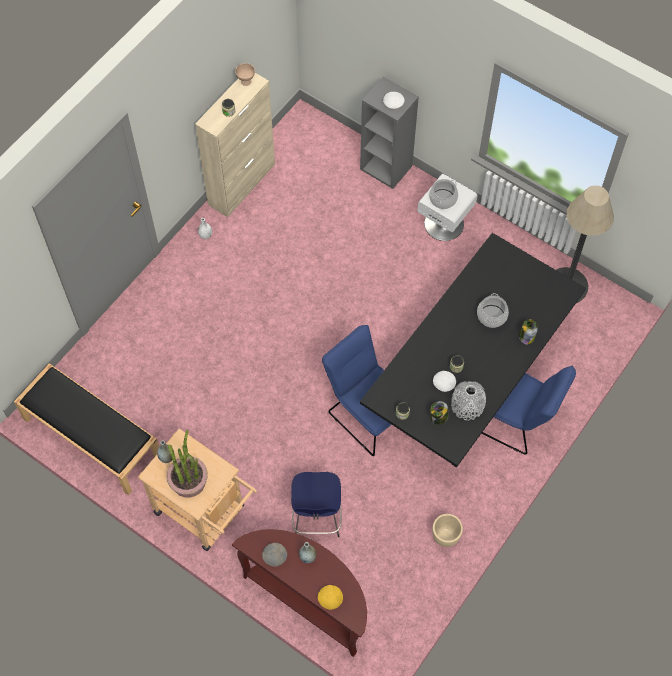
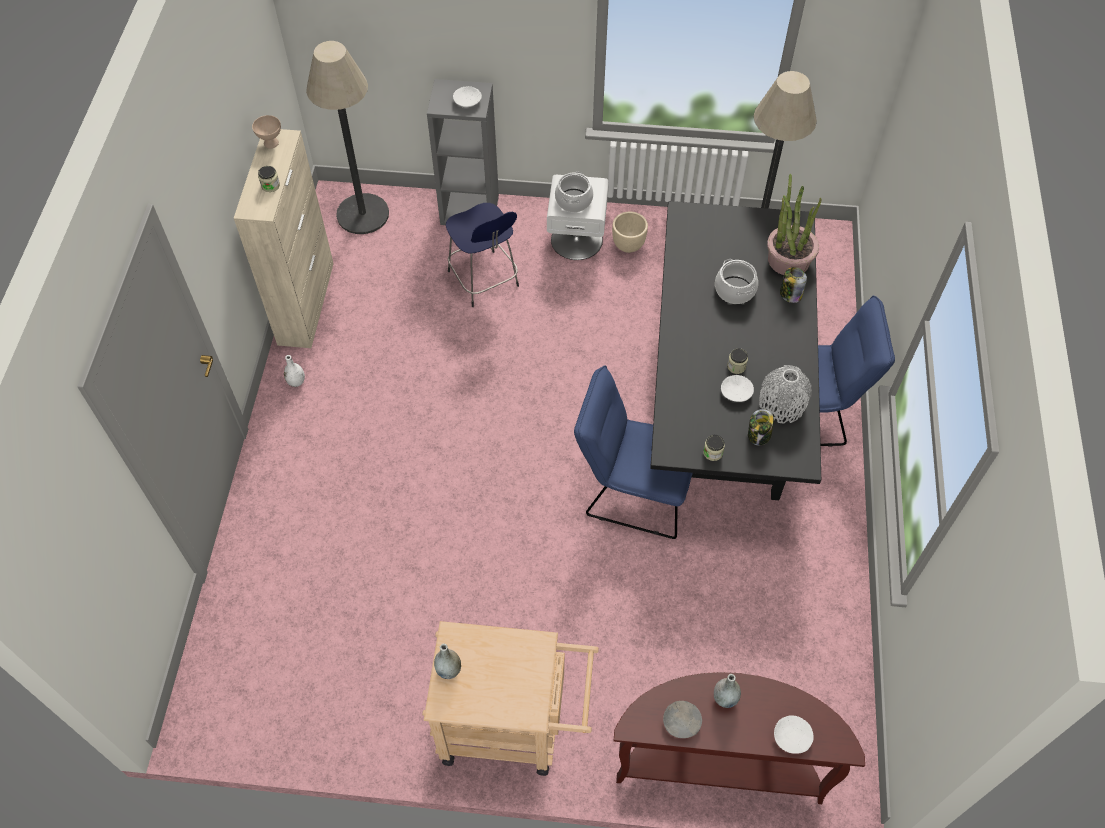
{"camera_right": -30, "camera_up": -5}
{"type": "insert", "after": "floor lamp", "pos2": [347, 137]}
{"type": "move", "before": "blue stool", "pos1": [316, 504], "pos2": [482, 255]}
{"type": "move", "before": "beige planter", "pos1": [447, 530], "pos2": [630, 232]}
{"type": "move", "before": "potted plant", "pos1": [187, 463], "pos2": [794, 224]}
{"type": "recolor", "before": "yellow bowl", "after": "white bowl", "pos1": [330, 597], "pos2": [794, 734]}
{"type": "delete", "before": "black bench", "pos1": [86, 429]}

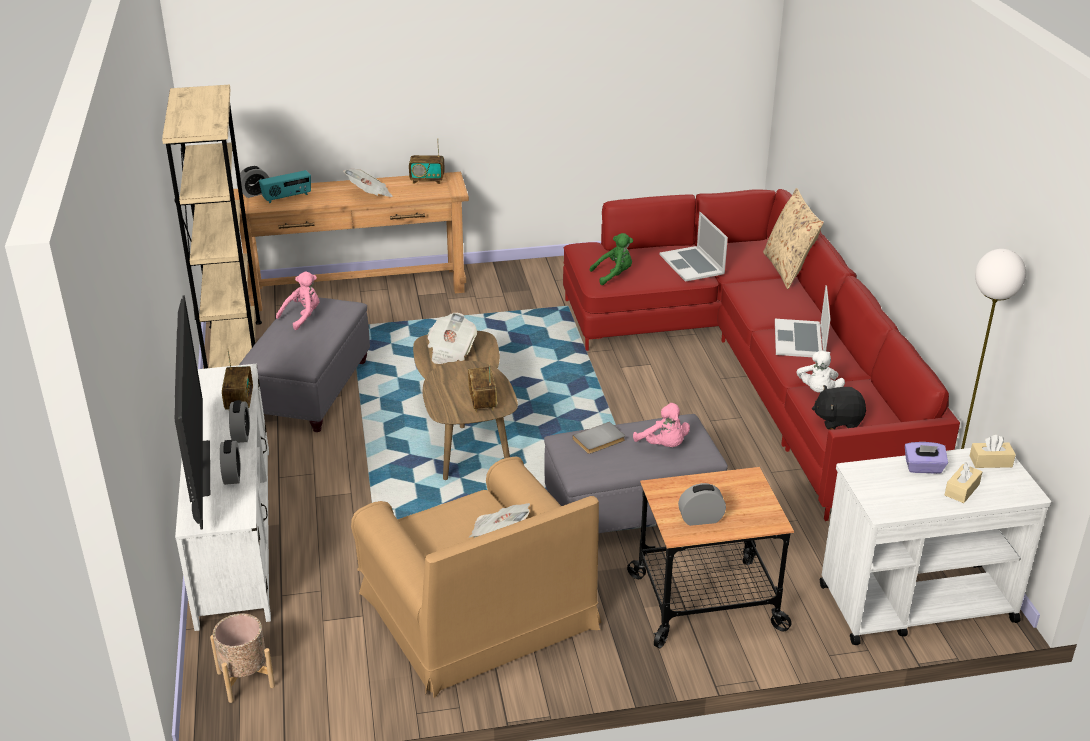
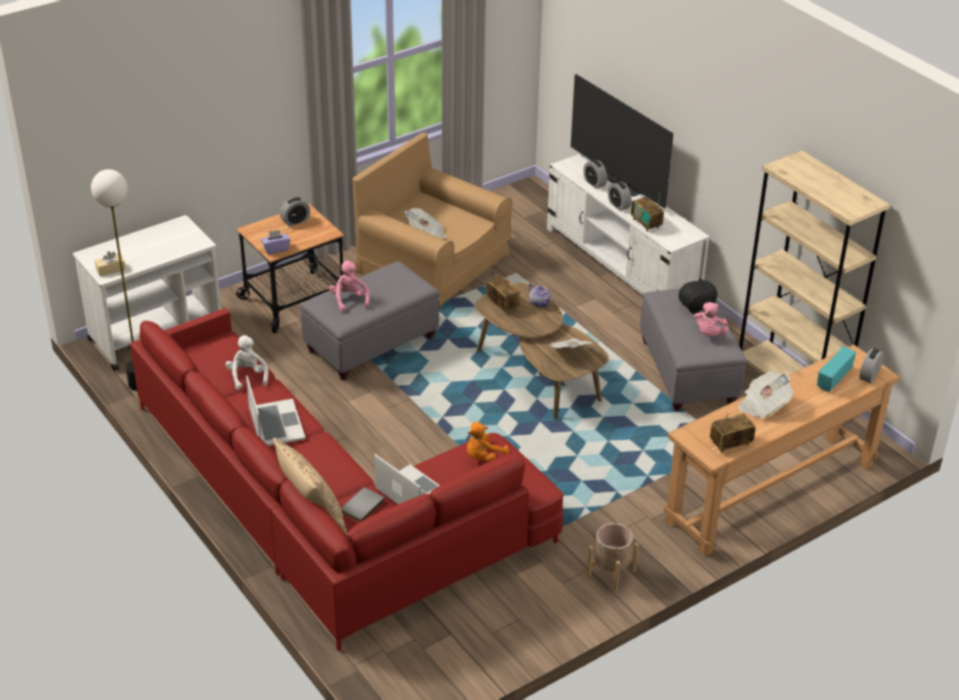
{"camera_right": 155, "camera_up": 5}
{"type": "move", "before": "purple tissue box", "pos1": [926, 458], "pos2": [275, 242]}
{"type": "rotate", "before": "pink plush toy", "pos1": [661, 425], "pos2": [349, 286], "turn": 45}
{"type": "move", "before": "grey book", "pos1": [598, 438], "pos2": [363, 504]}
{"type": "recolor", "before": "green plush toy", "after": "orange plush toy", "pos1": [611, 259], "pos2": [488, 442]}
{"type": "insert", "after": "teapot", "pos2": [540, 295]}
{"type": "move", "before": "beige planter", "pos1": [242, 658], "pos2": [613, 557]}
{"type": "move", "before": "black plush toy", "pos1": [839, 407], "pos2": [698, 295]}
{"type": "delete", "before": "beige tissue box", "pos1": [963, 482]}

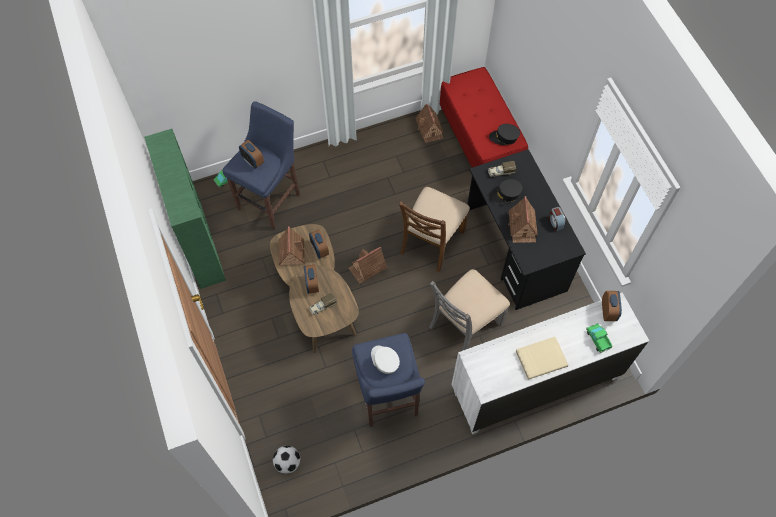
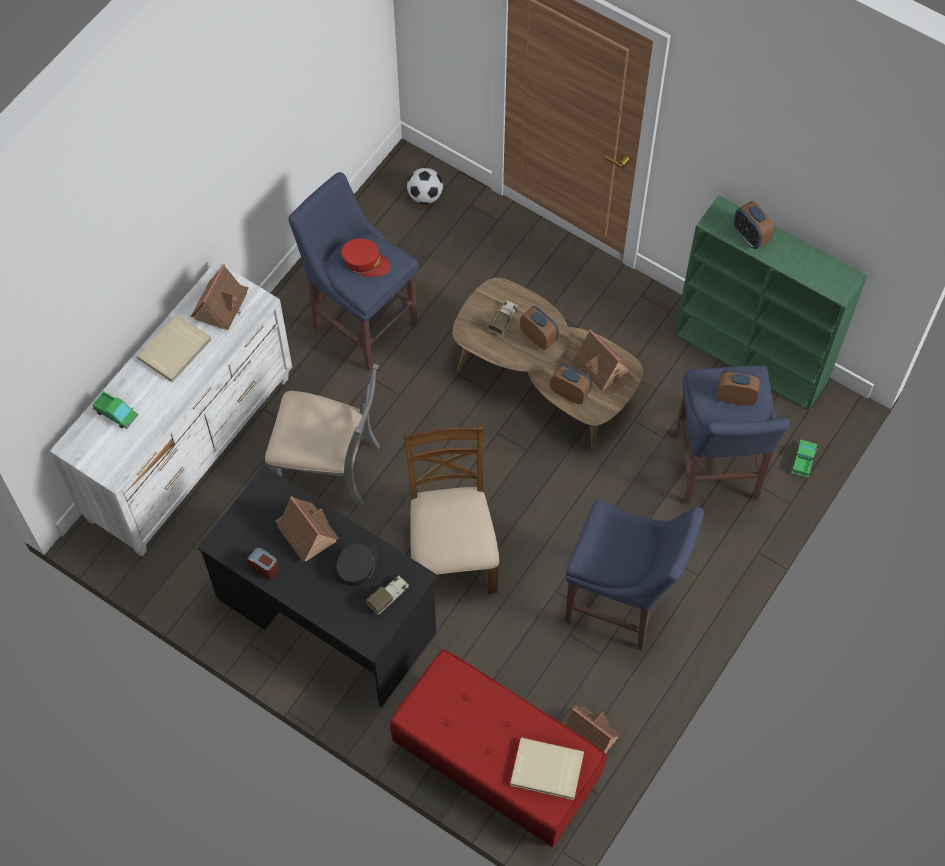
{"camera_right": 145, "camera_up": 0}
{"type": "move", "before": "toy house", "pos1": [367, 265], "pos2": [219, 297]}
{"type": "rotate", "before": "grey chair", "pos1": [469, 310], "pos2": [322, 435], "turn": 90}
{"type": "recolor", "before": "white cap", "after": "red cap", "pos1": [385, 360], "pos2": [366, 258]}
{"type": "insert", "after": "beige book", "pos2": [547, 768]}
{"type": "insert", "after": "blue stool", "pos2": [634, 575]}
{"type": "move", "before": "alarm clock", "pos1": [612, 306], "pos2": [754, 225]}
{"type": "delete", "before": "black cap", "pos1": [504, 134]}

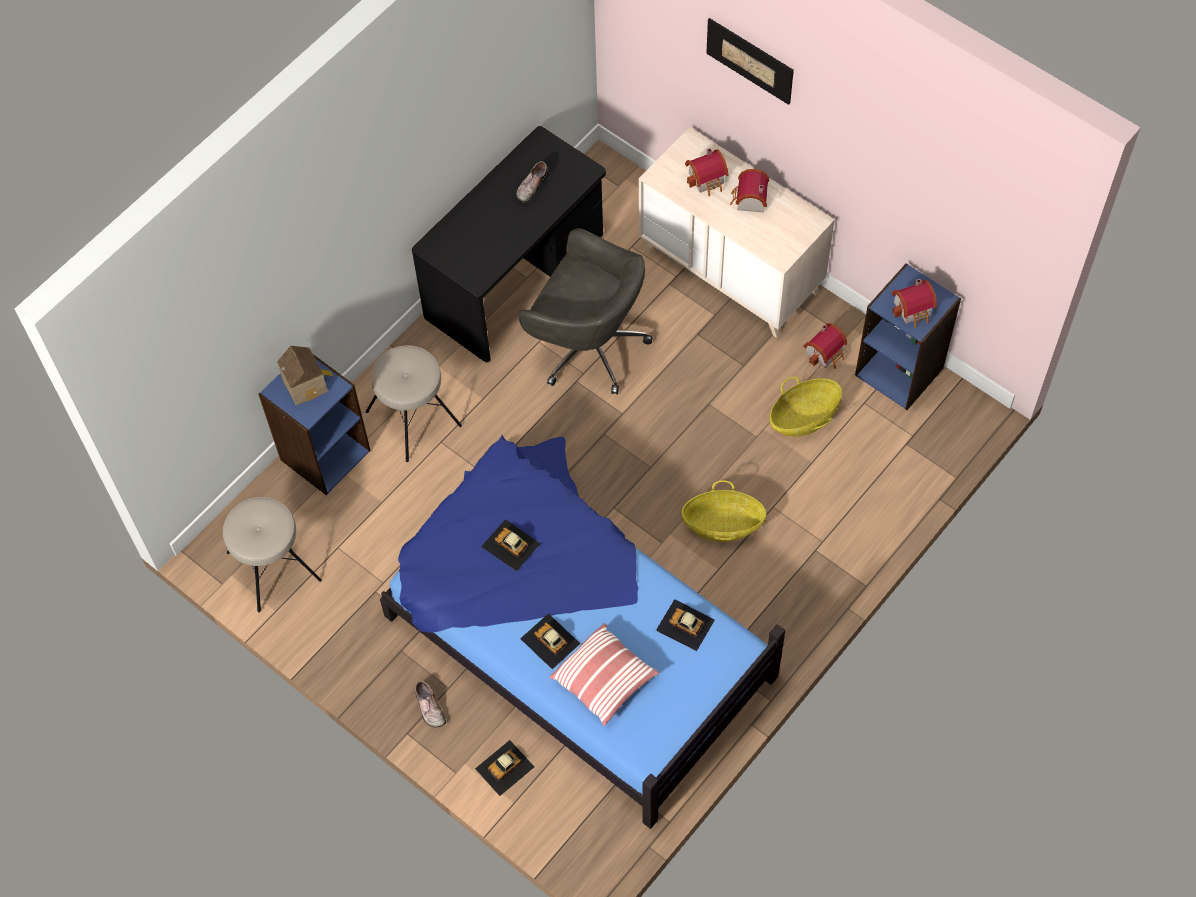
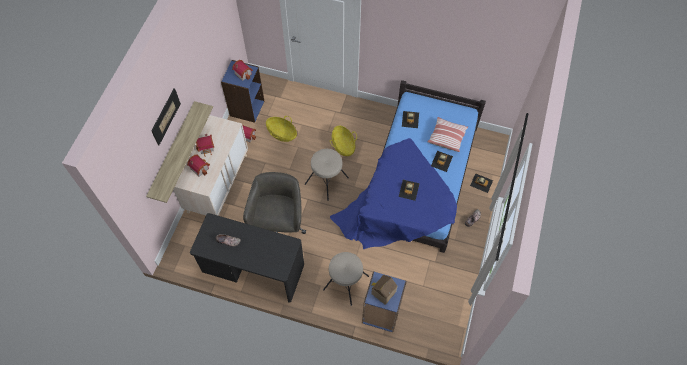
{"camera_right": -115, "camera_up": 0}
{"type": "insert", "after": "shelf", "pos2": [179, 152]}
{"type": "move", "before": "beige stool", "pos1": [272, 554], "pos2": [327, 175]}

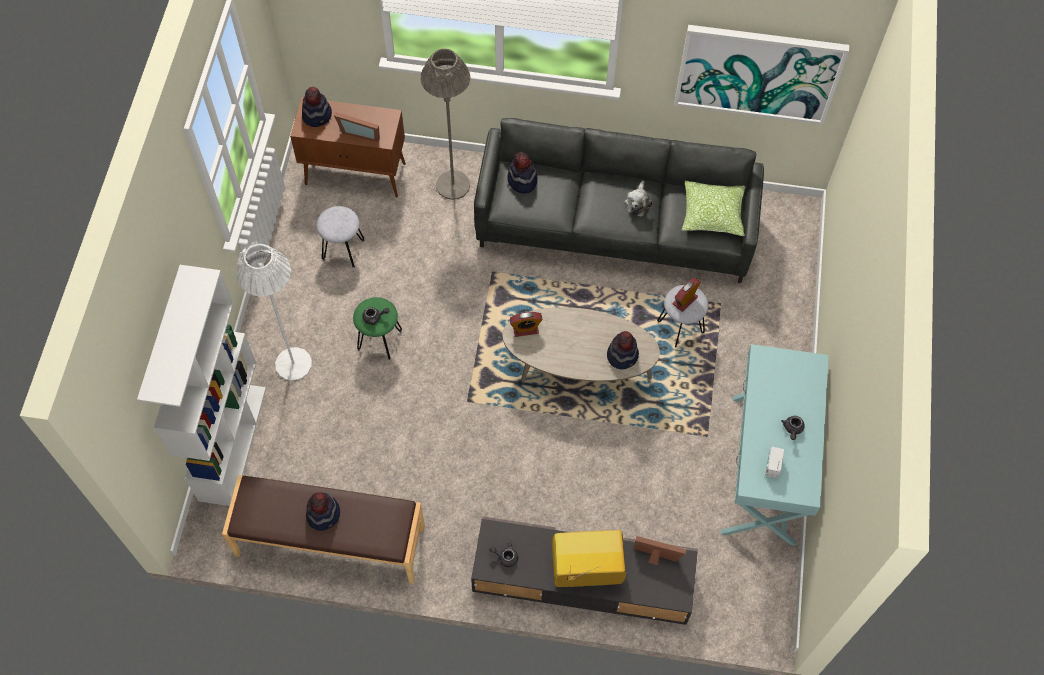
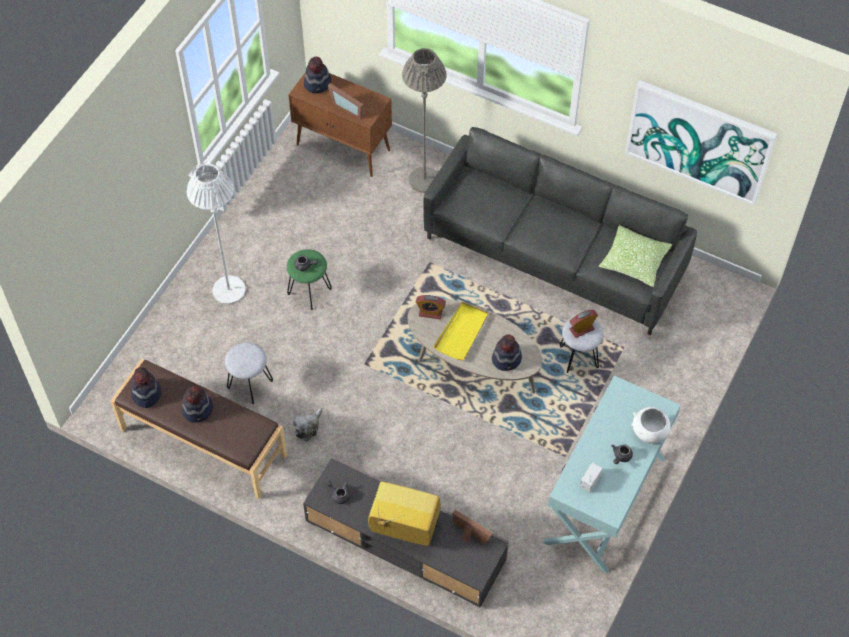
{"camera_right": 20, "camera_up": -5}
{"type": "move", "before": "hat", "pos1": [522, 172], "pos2": [146, 387]}
{"type": "move", "before": "grey stool", "pos1": [340, 237], "pos2": [249, 373]}
{"type": "move", "before": "plush toy", "pos1": [638, 198], "pos2": [307, 425]}
{"type": "insert", "after": "yellow tray", "pos2": [460, 331]}
{"type": "insert", "after": "white bowl", "pos2": [650, 425]}
{"type": "delete", "before": "white bookcase", "pos1": [201, 385]}

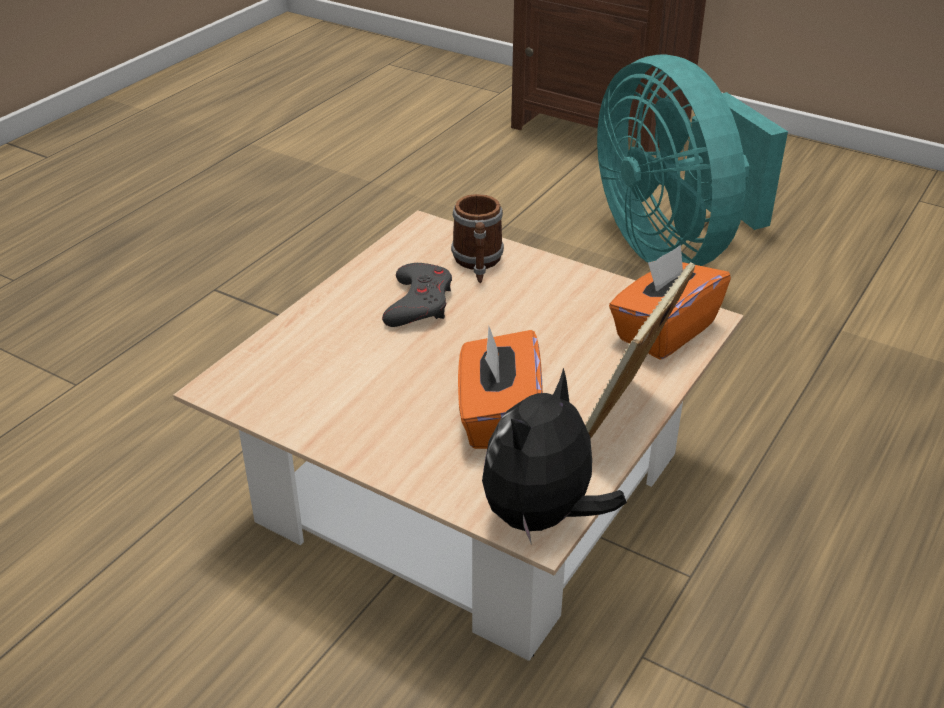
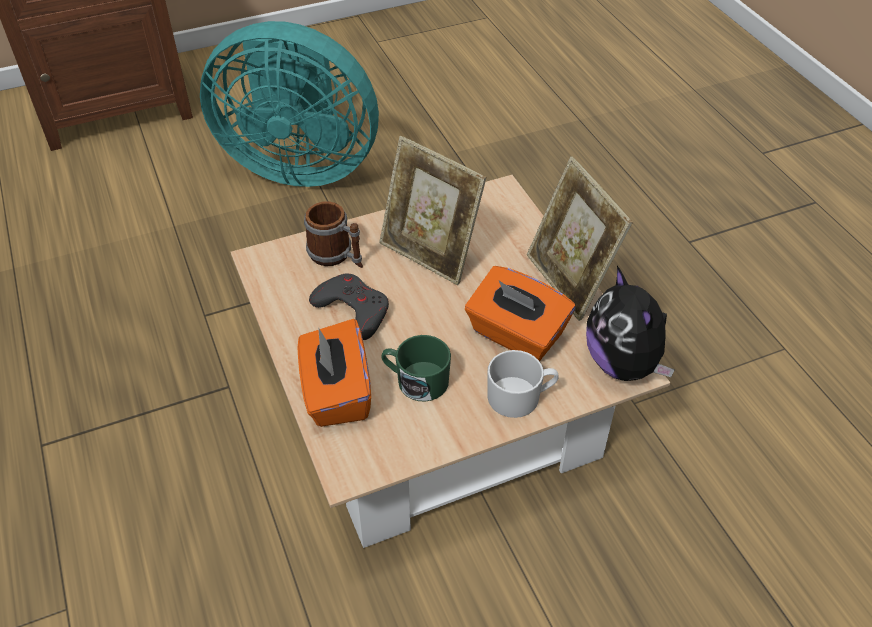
{"camera_right": -55, "camera_up": 10}
{"type": "move", "before": "orange tissue box", "pos1": [670, 302], "pos2": [334, 373]}
{"type": "insert", "after": "picture frame", "pos2": [432, 210]}
{"type": "insert", "after": "green mug", "pos2": [416, 368]}
{"type": "insert", "after": "white mug", "pos2": [523, 384]}

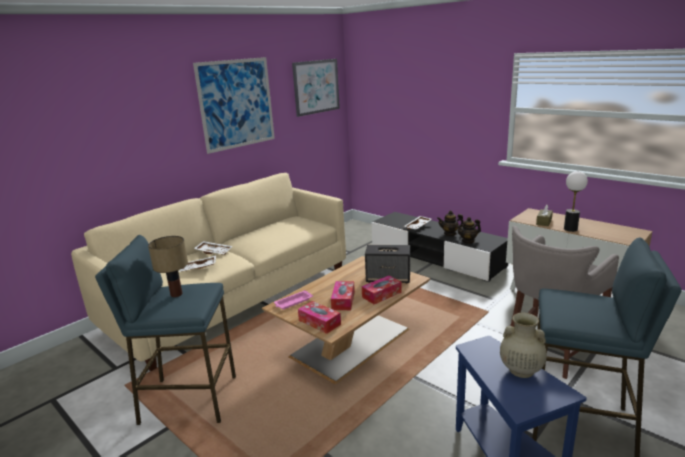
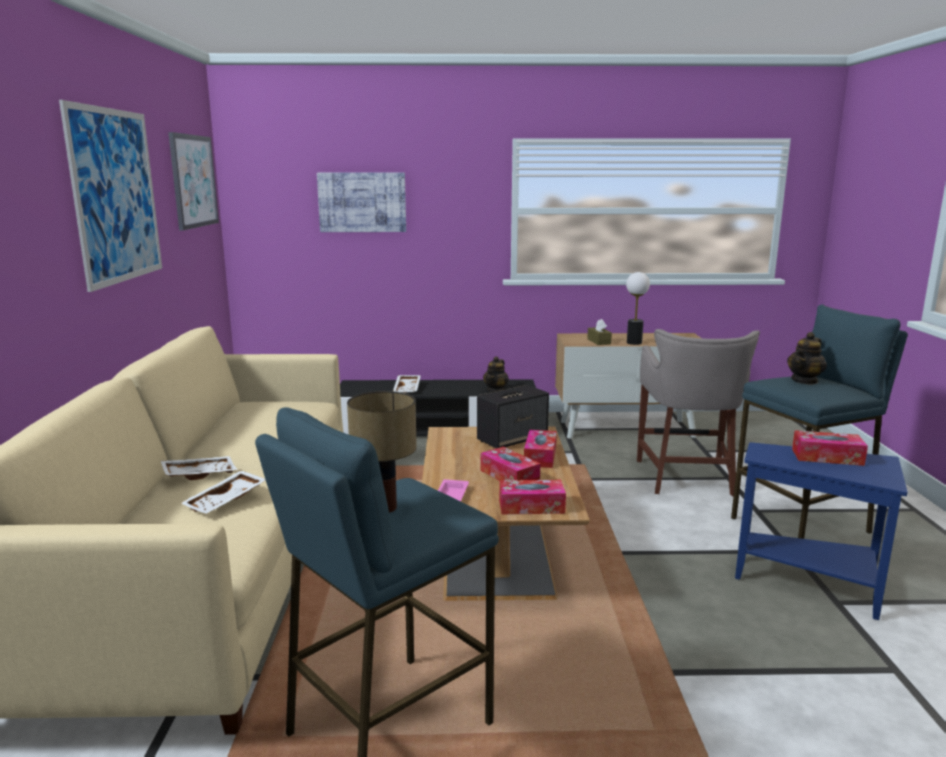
{"camera_right": -45, "camera_up": -5}
{"type": "insert", "after": "picture", "pos2": [361, 202]}
{"type": "move", "before": "teapot", "pos1": [450, 223], "pos2": [807, 358]}
{"type": "replace", "before": "beige vase", "after": "tissue box", "pos1": [523, 345], "pos2": [830, 448]}

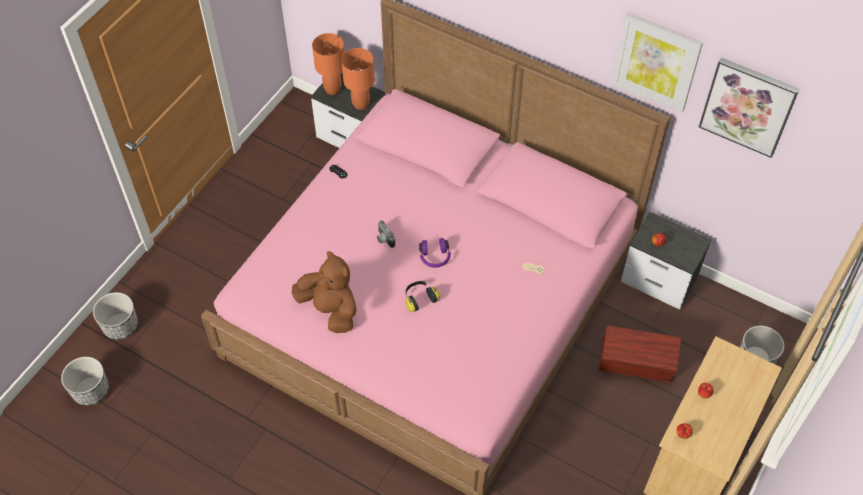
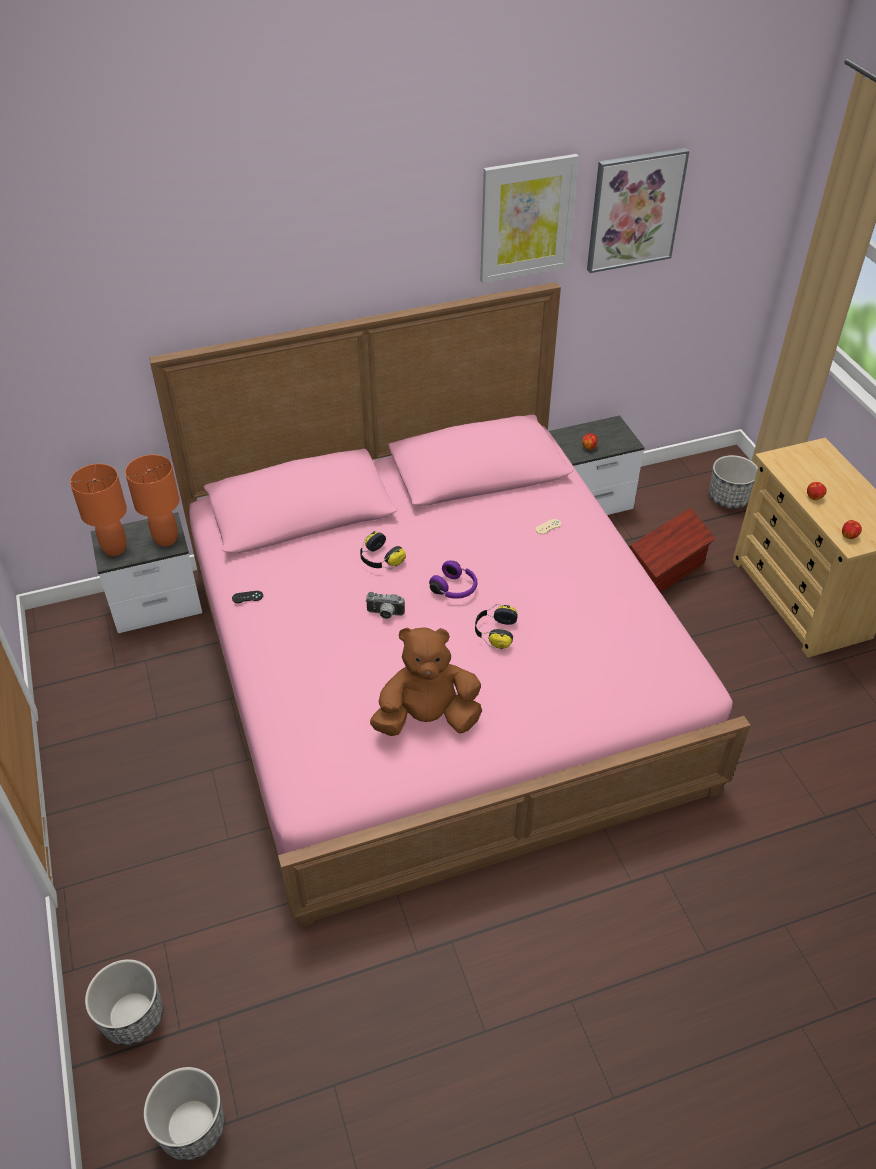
{"camera_right": -50, "camera_up": -10}
{"type": "insert", "after": "headphones", "pos2": [383, 550]}

